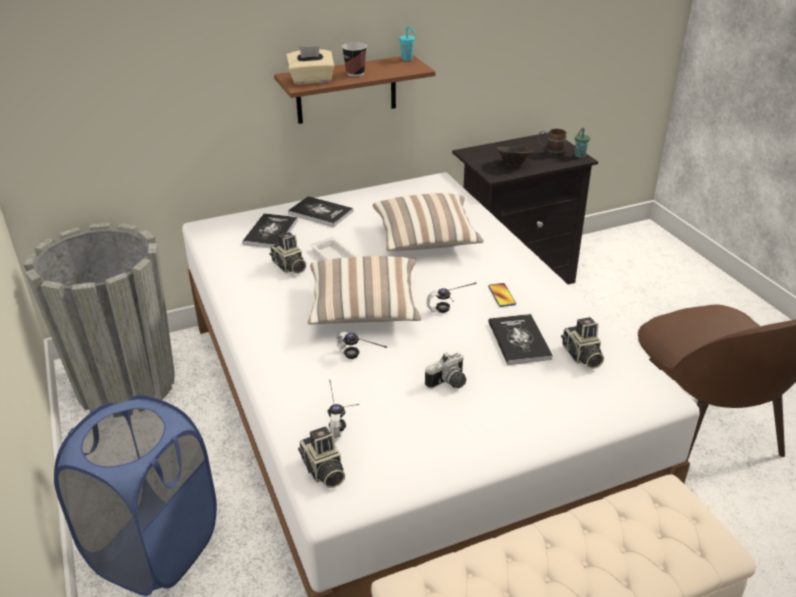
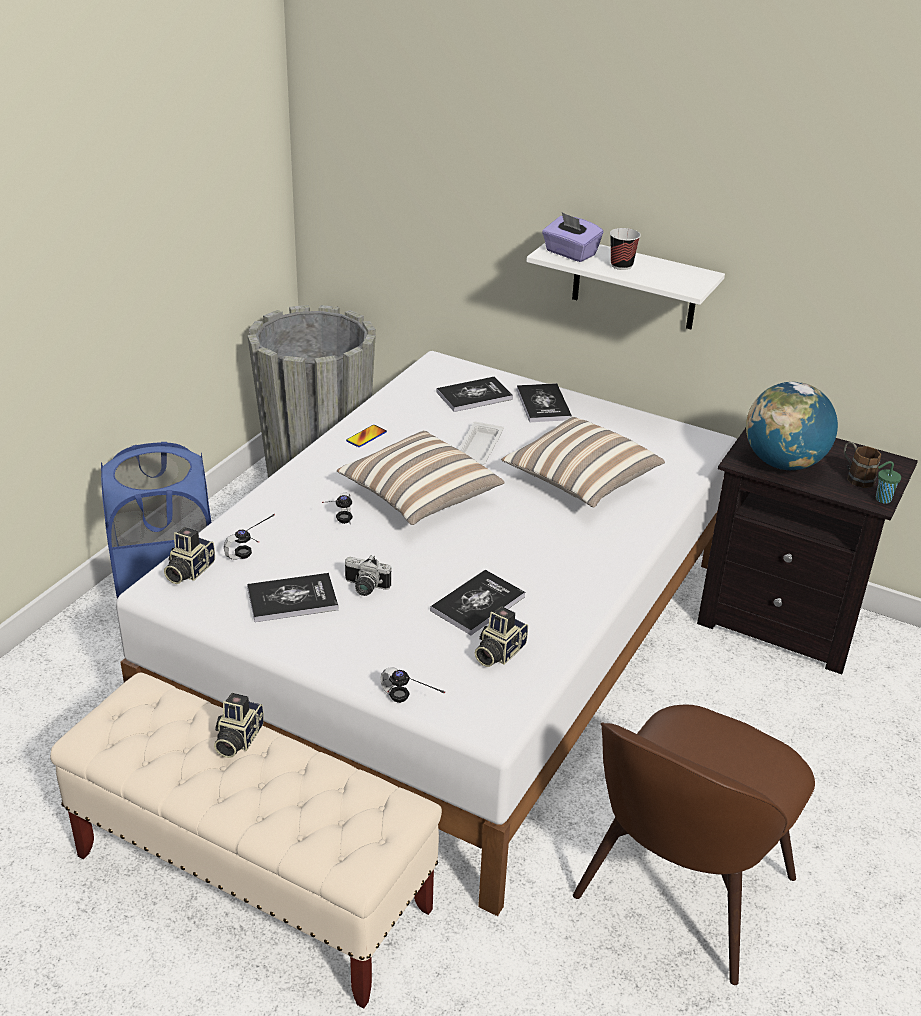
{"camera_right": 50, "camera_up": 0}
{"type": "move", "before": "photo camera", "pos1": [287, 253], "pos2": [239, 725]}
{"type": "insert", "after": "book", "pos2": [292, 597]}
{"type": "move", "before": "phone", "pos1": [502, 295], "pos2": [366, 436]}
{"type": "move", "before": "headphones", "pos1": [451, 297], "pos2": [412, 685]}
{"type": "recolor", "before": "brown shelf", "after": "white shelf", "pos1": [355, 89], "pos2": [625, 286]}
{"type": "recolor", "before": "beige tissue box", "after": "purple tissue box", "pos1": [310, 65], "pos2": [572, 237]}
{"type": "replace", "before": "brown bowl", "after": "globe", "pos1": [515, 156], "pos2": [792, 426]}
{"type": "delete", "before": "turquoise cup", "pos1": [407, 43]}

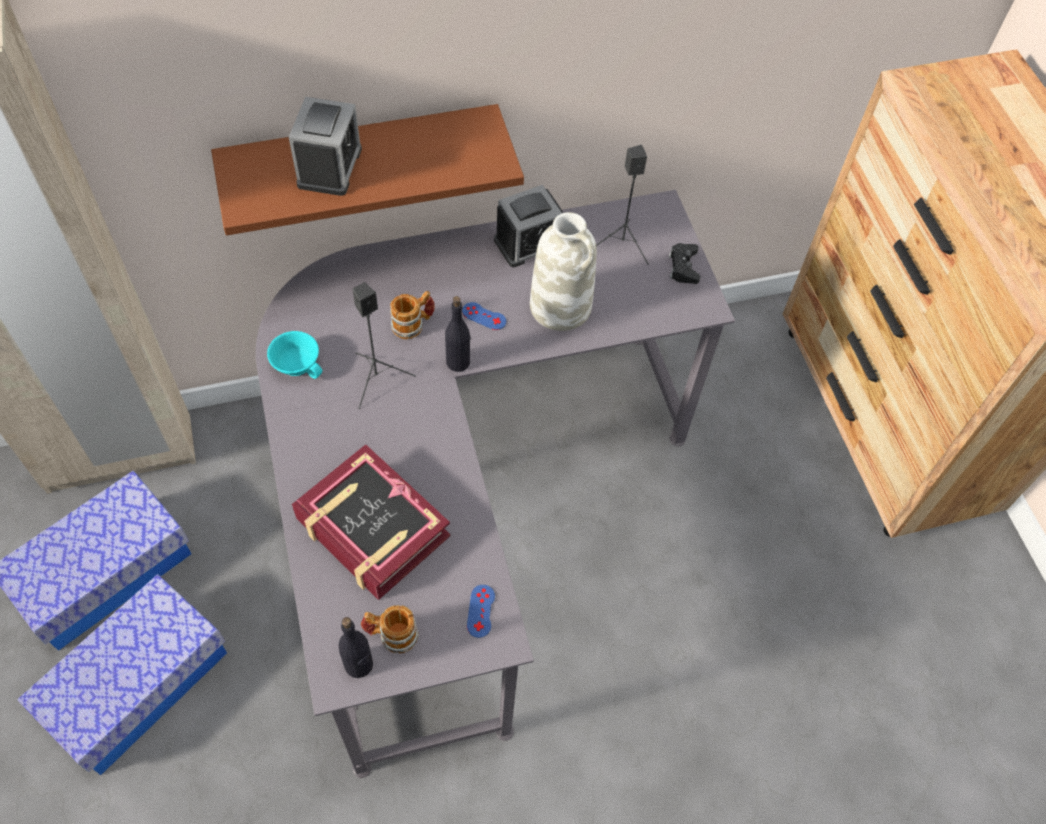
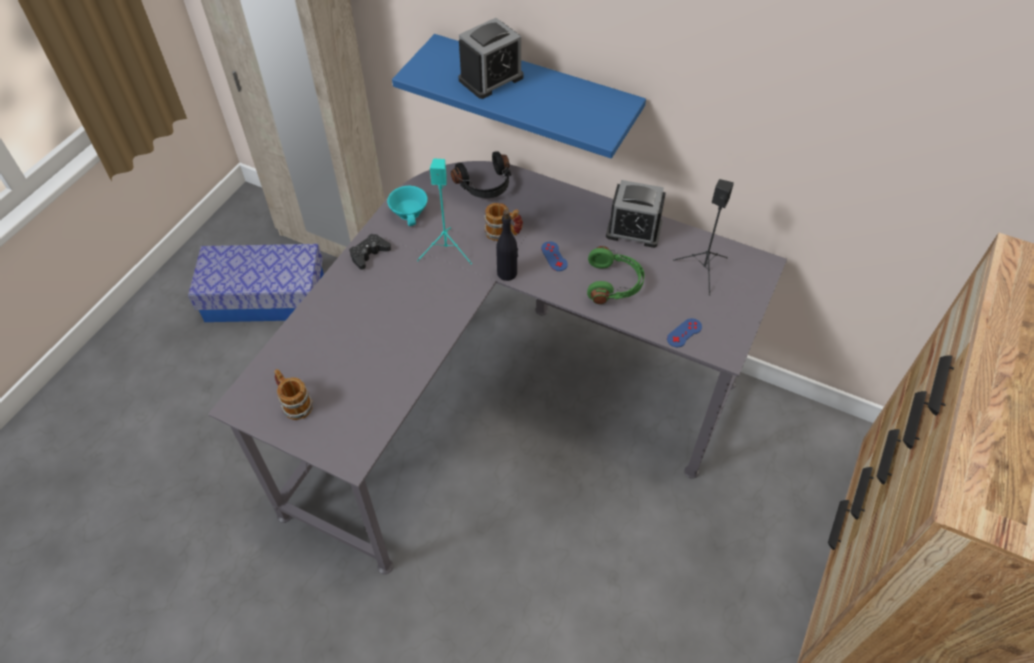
{"camera_right": 45, "camera_up": -5}
{"type": "move", "before": "black game controller", "pos1": [685, 263], "pos2": [370, 252]}
{"type": "recolor", "before": "brown shelf", "after": "blue shelf", "pos1": [367, 169], "pos2": [519, 96]}
{"type": "recolor", "before": "black speaker", "after": "turquoise speaker", "pos1": [384, 345], "pos2": [444, 211]}
{"type": "insert", "after": "black headphones", "pos2": [481, 174]}
{"type": "replace", "before": "white vase", "after": "green headphones", "pos1": [563, 271], "pos2": [616, 275]}
{"type": "move", "before": "blue game controller", "pos1": [481, 611], "pos2": [684, 332]}
{"type": "delete", "before": "storage box", "pos1": [122, 674]}
{"type": "delete", "before": "book", "pos1": [371, 522]}
{"type": "delete", "before": "black bottle", "pos1": [355, 647]}

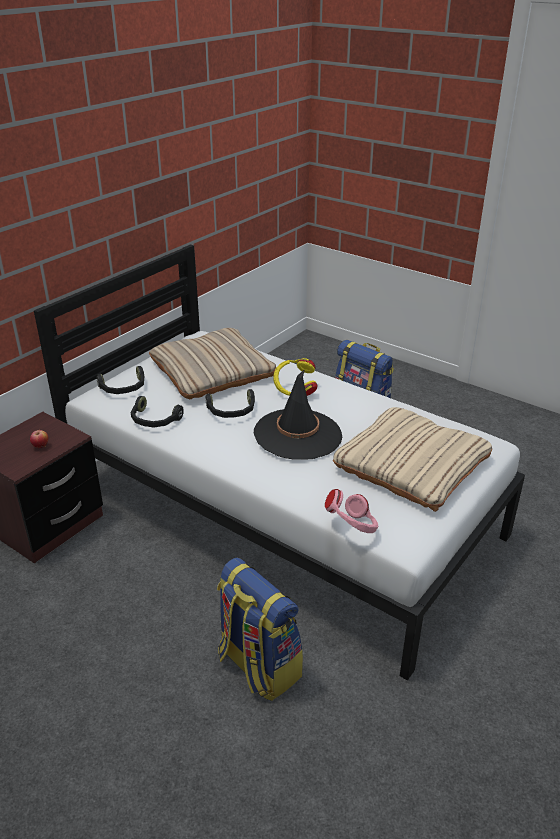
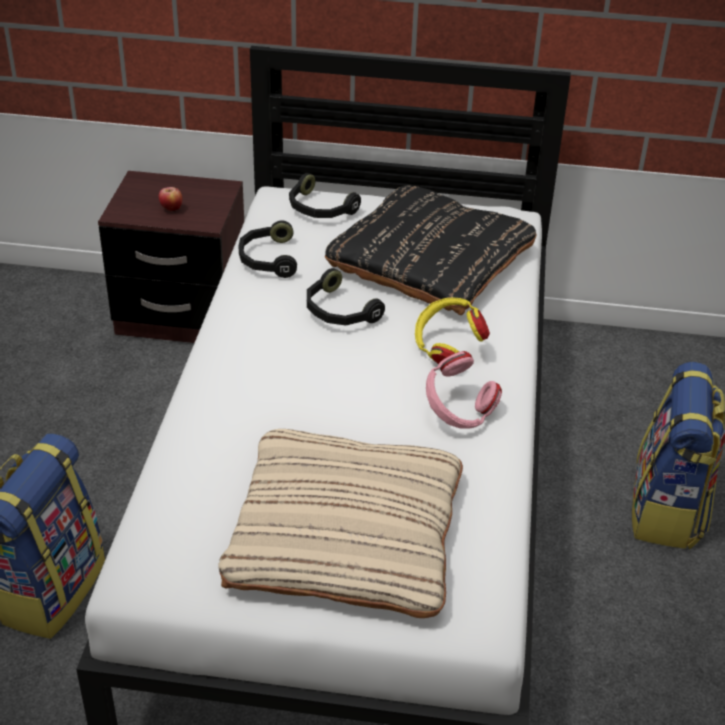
{"camera_right": 60, "camera_up": 5}
{"type": "recolor", "before": "beige pillow", "after": "black pillow", "pos1": [212, 363], "pos2": [431, 250]}
{"type": "move", "before": "pink headphones", "pos1": [351, 511], "pos2": [464, 389]}
{"type": "delete", "before": "black hat", "pos1": [298, 414]}

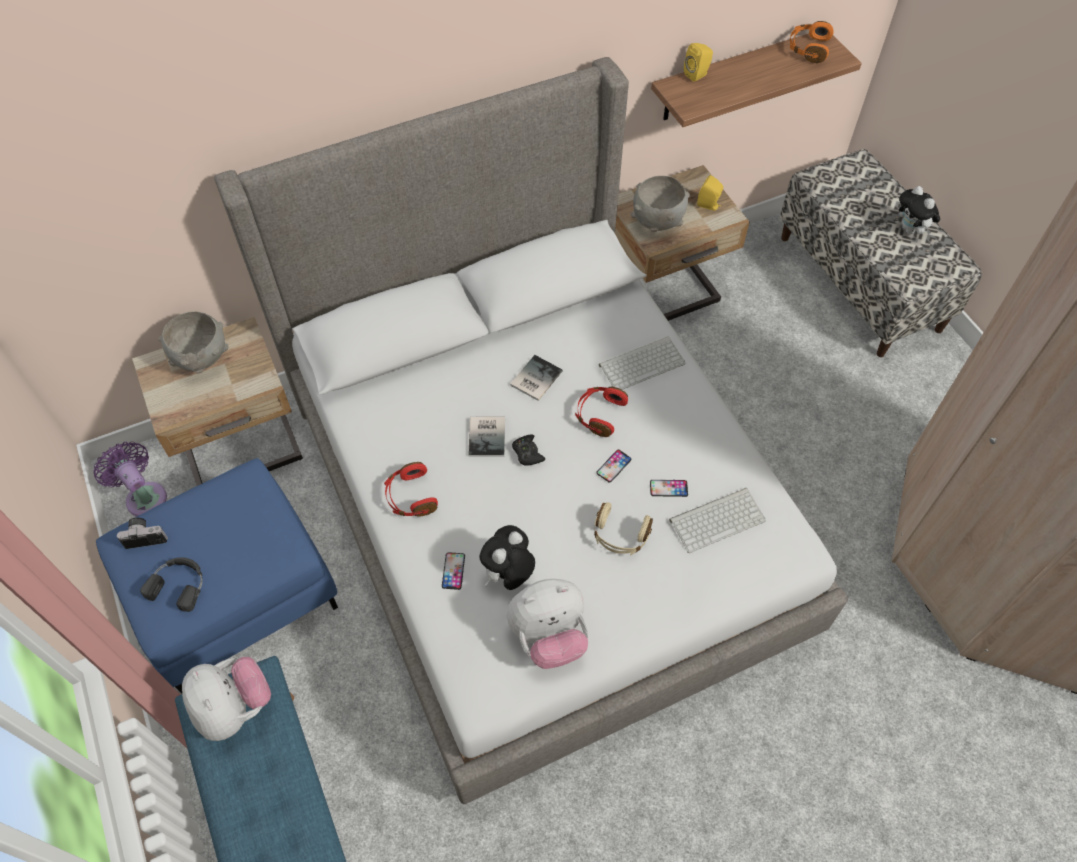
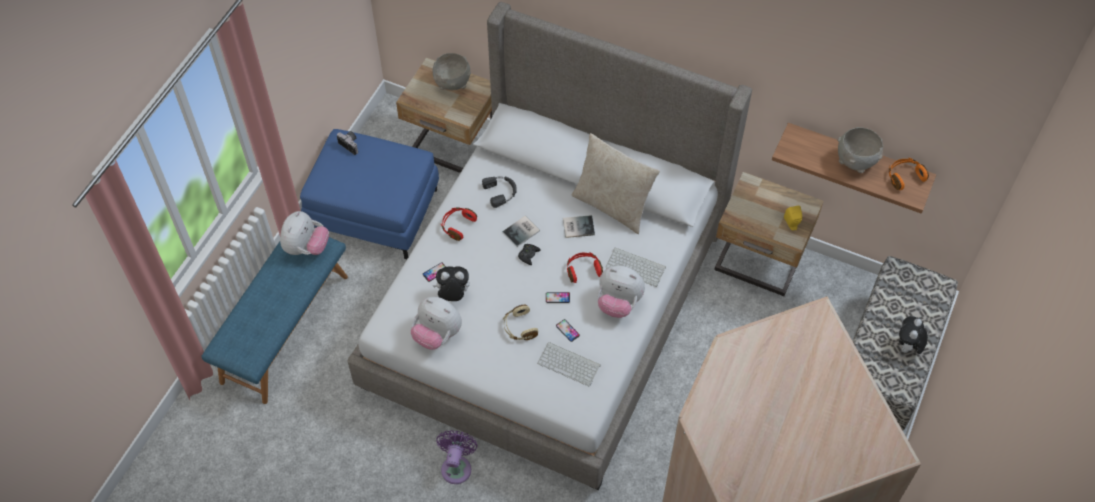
{"camera_right": 50, "camera_up": 0}
{"type": "move", "before": "purple fan", "pos1": [130, 479], "pos2": [456, 457]}
{"type": "move", "before": "black headphones", "pos1": [171, 584], "pos2": [499, 192]}
{"type": "insert", "after": "beige pillow", "pos2": [616, 183]}
{"type": "insert", "after": "plush toy", "pos2": [621, 292]}
{"type": "move", "before": "grey bowl", "pos1": [660, 204], "pos2": [860, 150]}
{"type": "delete", "before": "yellow speaker", "pos1": [698, 62]}

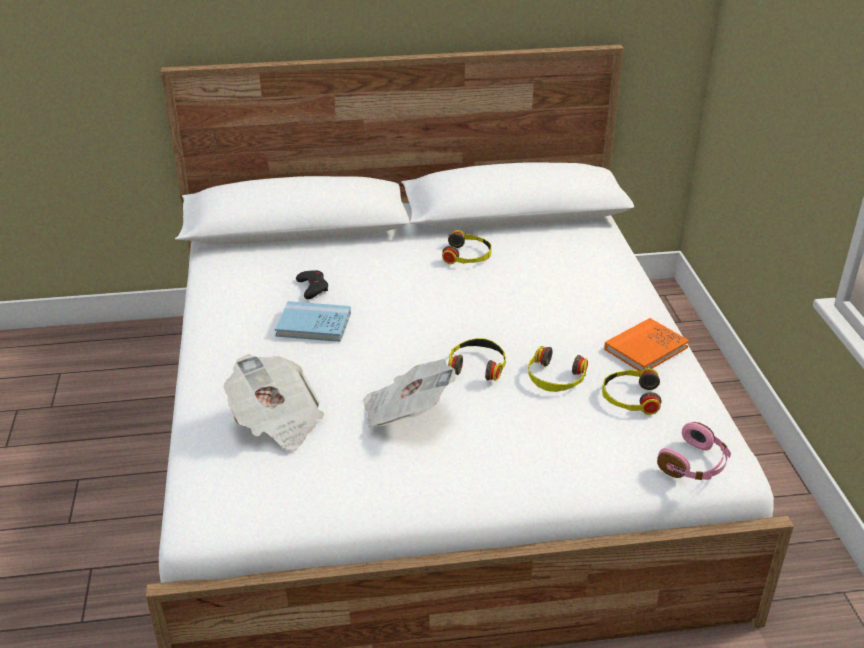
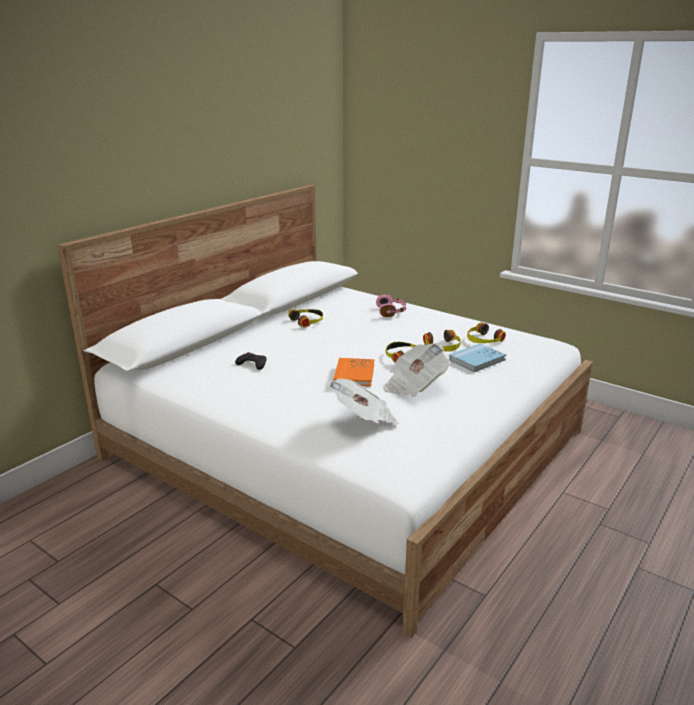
{"camera_right": -45, "camera_up": -10}
{"type": "move", "before": "orange book", "pos1": [646, 344], "pos2": [354, 372]}
{"type": "move", "before": "pink headphones", "pos1": [694, 451], "pos2": [391, 306]}
{"type": "move", "before": "blue book", "pos1": [313, 321], "pos2": [477, 357]}

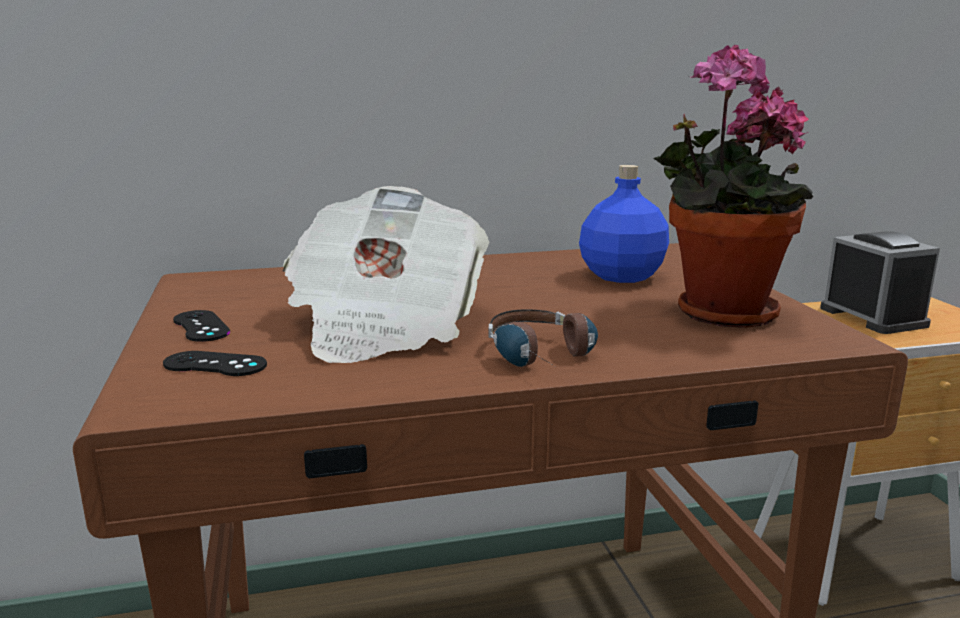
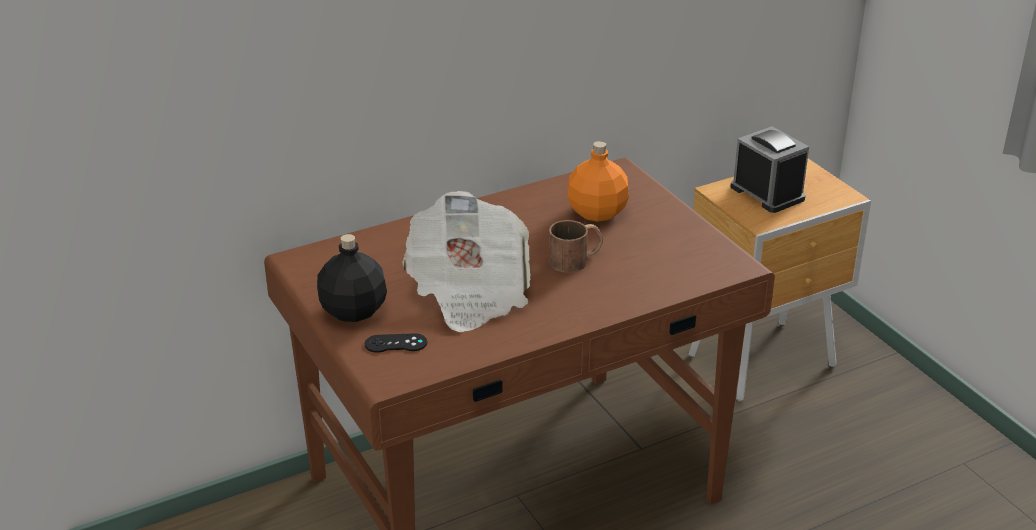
{"camera_right": -15, "camera_up": 15}
{"type": "replace", "before": "black game controller", "after": "black bottle", "pos1": [201, 326], "pos2": [352, 278]}
{"type": "insert", "after": "brown mug", "pos2": [576, 246]}
{"type": "recolor", "before": "blue bottle", "after": "orange bottle", "pos1": [624, 224], "pos2": [598, 181]}
{"type": "delete", "before": "headphones", "pos1": [543, 338]}
{"type": "delete", "before": "potted plant", "pos1": [733, 186]}

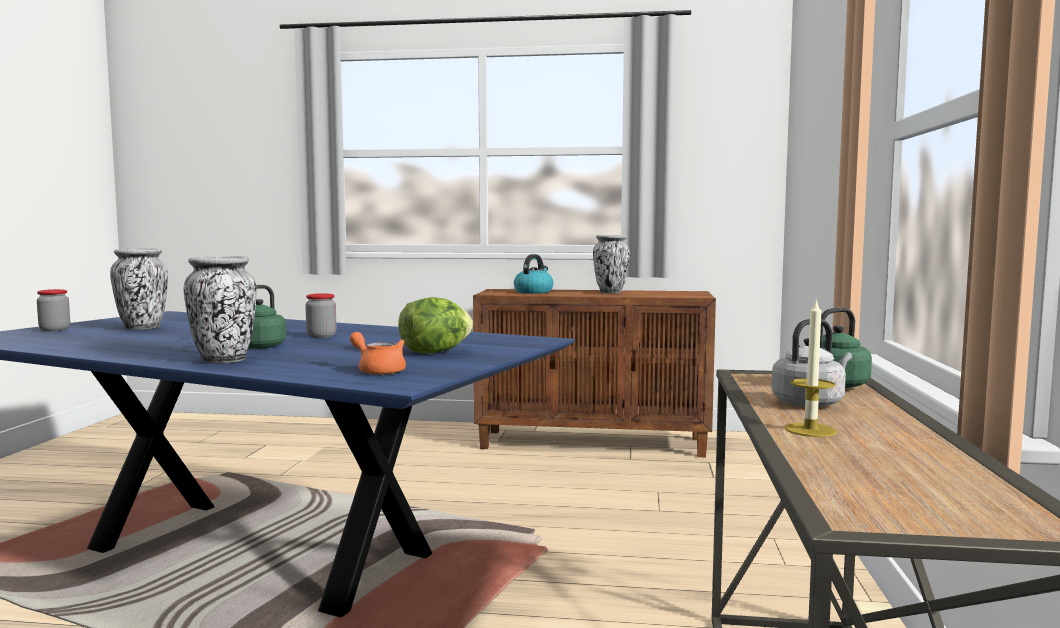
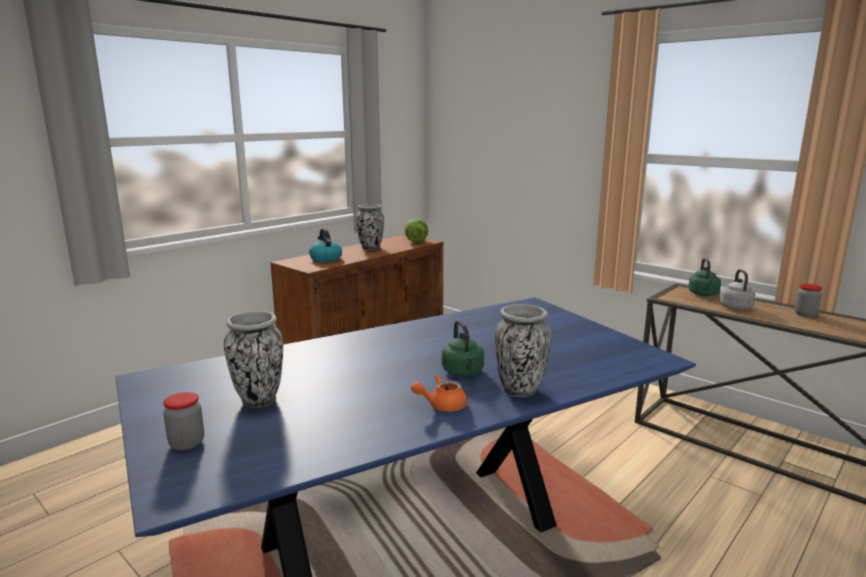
{"camera_right": -55, "camera_up": 10}
{"type": "move", "before": "lettuce", "pos1": [435, 325], "pos2": [416, 230]}
{"type": "move", "before": "orange teapot", "pos1": [378, 353], "pos2": [439, 393]}
{"type": "move", "before": "jar", "pos1": [321, 315], "pos2": [808, 300]}
{"type": "delete", "before": "candle", "pos1": [811, 367]}

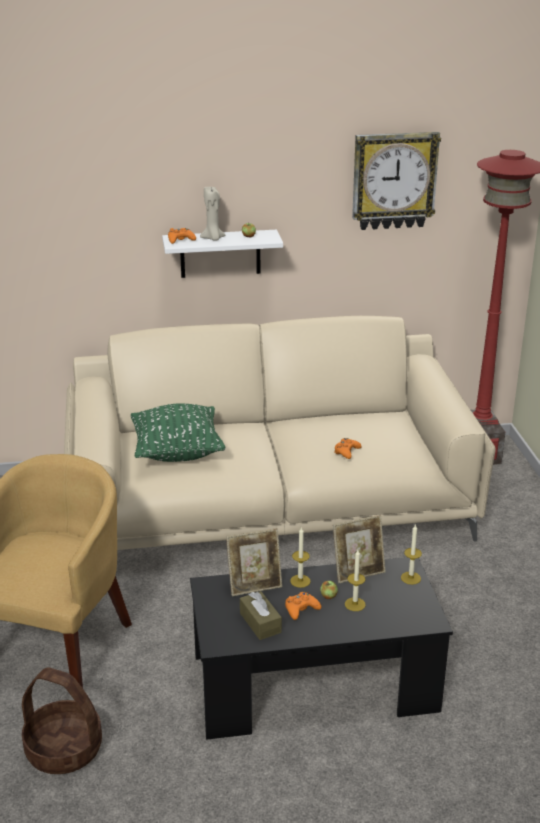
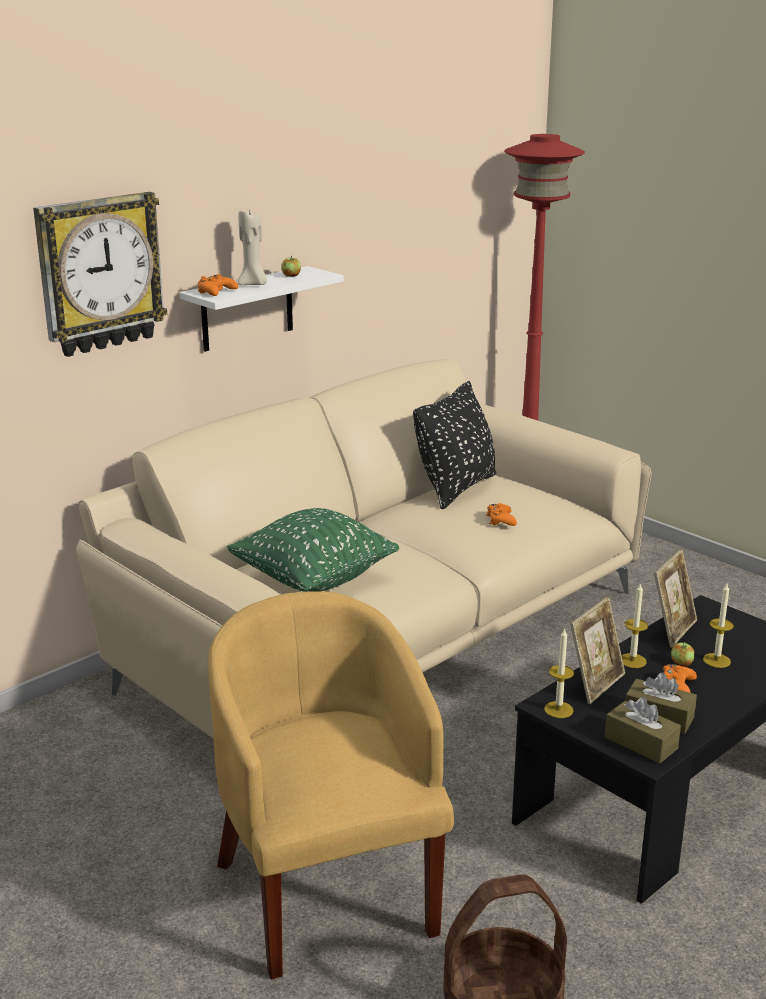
{"camera_right": -35, "camera_up": -5}
{"type": "move", "before": "wall clock", "pos1": [396, 181], "pos2": [100, 274]}
{"type": "insert", "after": "black pillow", "pos2": [454, 445]}
{"type": "move", "before": "candle", "pos1": [411, 554], "pos2": [559, 673]}
{"type": "insert", "after": "brown tissue box", "pos2": [643, 730]}

